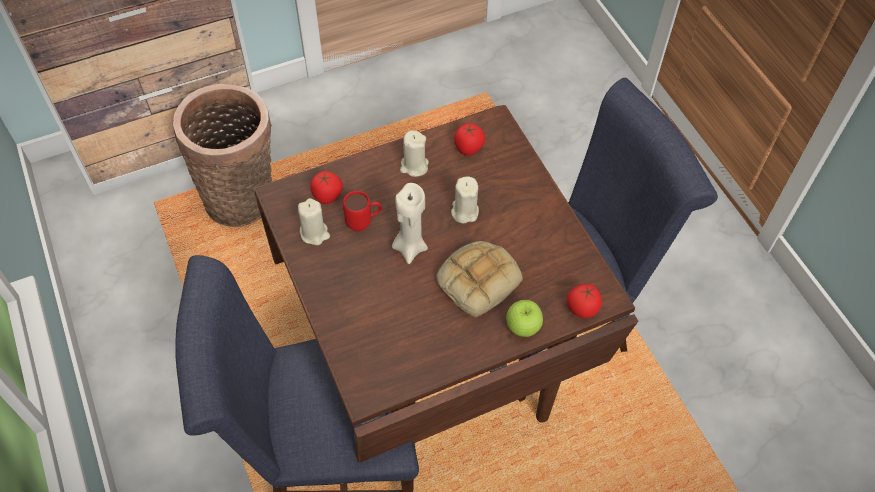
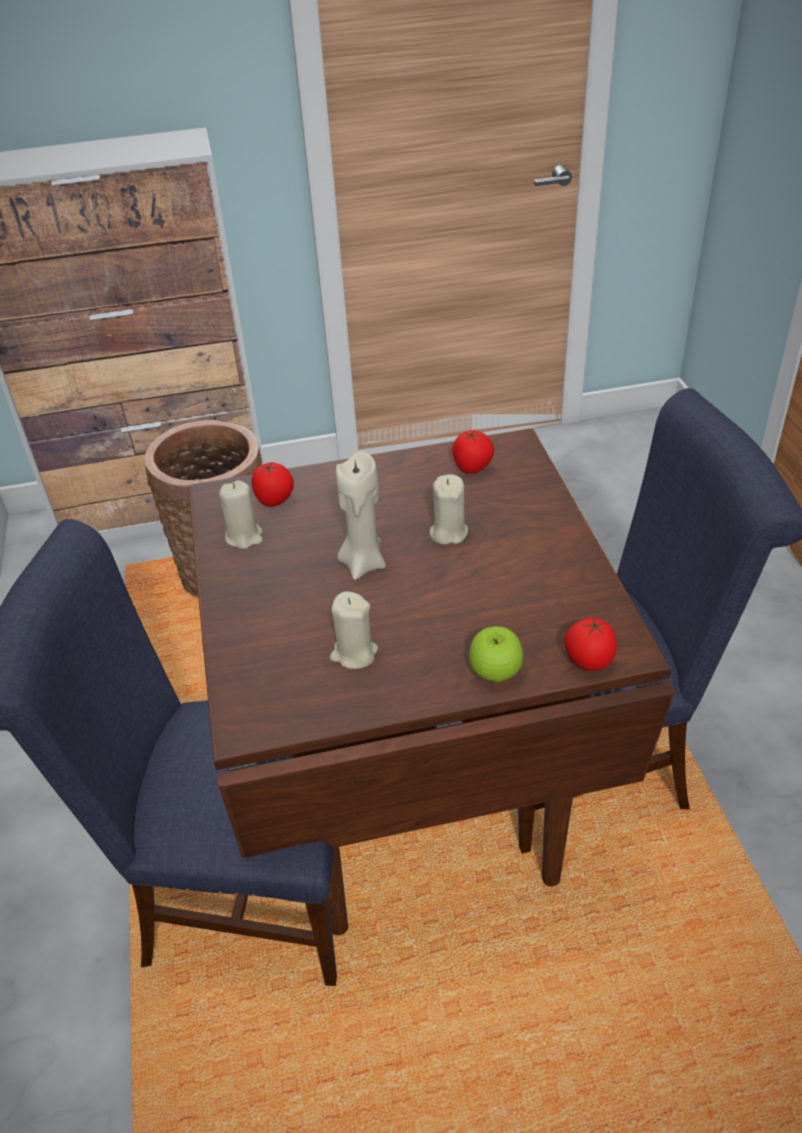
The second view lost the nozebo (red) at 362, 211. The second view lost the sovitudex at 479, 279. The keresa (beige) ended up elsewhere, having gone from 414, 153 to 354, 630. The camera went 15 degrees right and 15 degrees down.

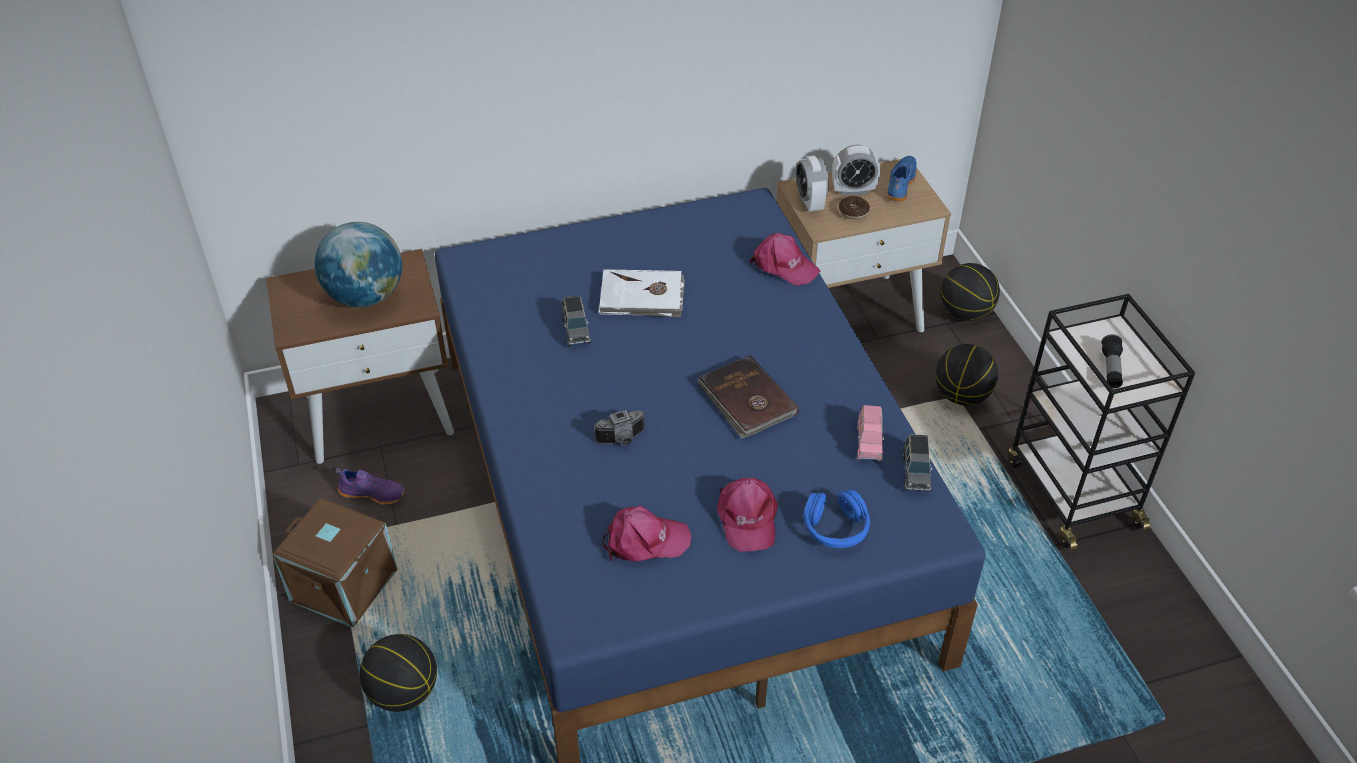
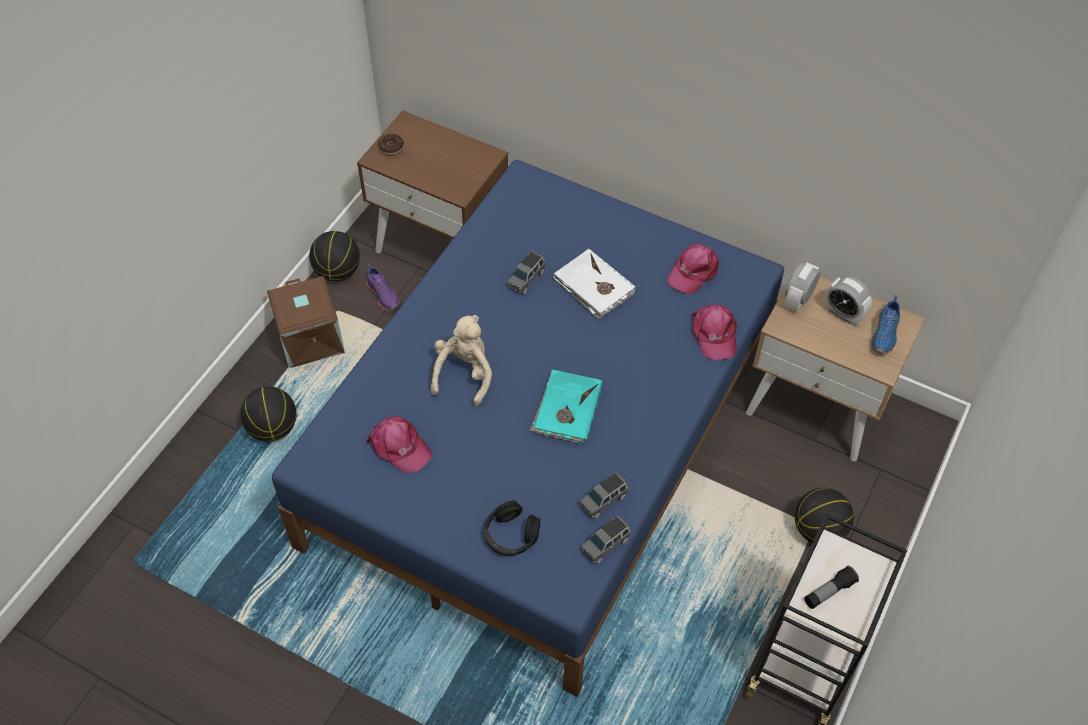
The second view lost the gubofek at 358, 264. The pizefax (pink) ended up elsewhere, having gone from 747, 515 to 693, 268. The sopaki ended up elsewhere, having gone from 854, 208 to 391, 144. The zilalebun ended up elsewhere, having gone from 970, 292 to 334, 256. Where the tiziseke stood at 619, 428, the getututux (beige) came to stand at 461, 361. What was the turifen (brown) at 748, 397 turned into the turifen (turquoise) at 566, 407. What was the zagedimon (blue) at 836, 519 turned into the zagedimon (black) at 512, 528. What was the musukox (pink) at 871, 433 turned into the musukox (grey) at 603, 495. The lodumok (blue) at 902, 179 ended up facing another way, 135 degrees clockwise from before. The camera went 45 degrees right and 10 degrees up.

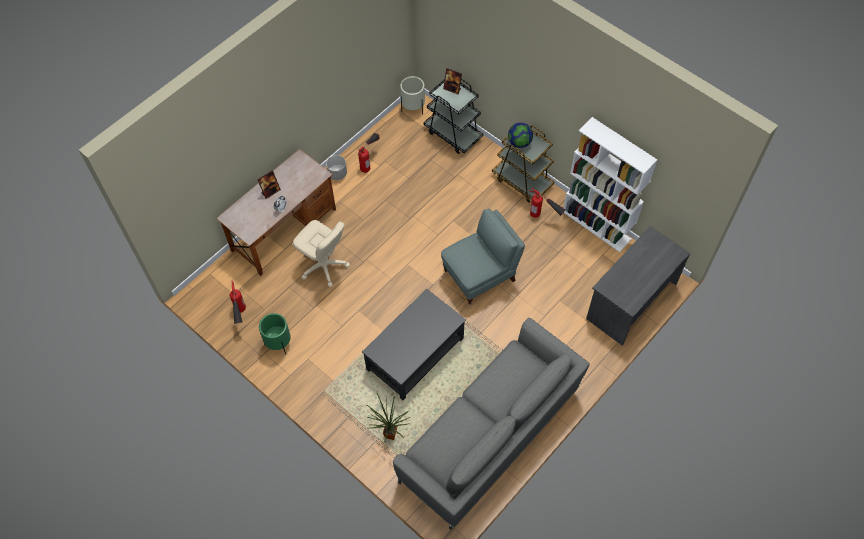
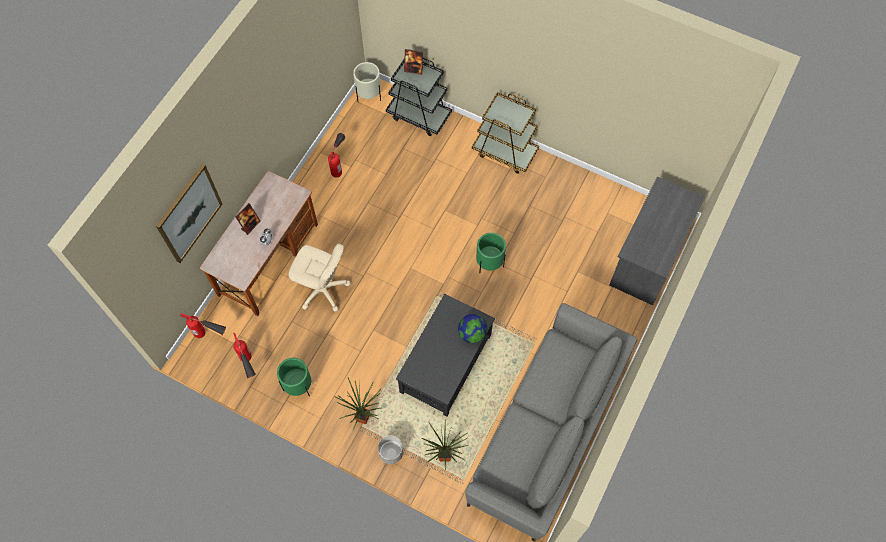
The second view lost the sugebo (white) at 610, 184. The second view gained the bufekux at 189, 213. The second view gained the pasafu at 358, 403. The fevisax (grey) ended up elsewhere, having gone from 336, 167 to 390, 449. The gubofek ended up elsewhere, having gone from 520, 135 to 472, 328. The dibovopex ended up elsewhere, having gone from 547, 203 to 203, 325. Where the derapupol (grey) stood at 483, 257, the fevisax (green) came to stand at 491, 253. The camera went 15 degrees left and 5 degrees up.

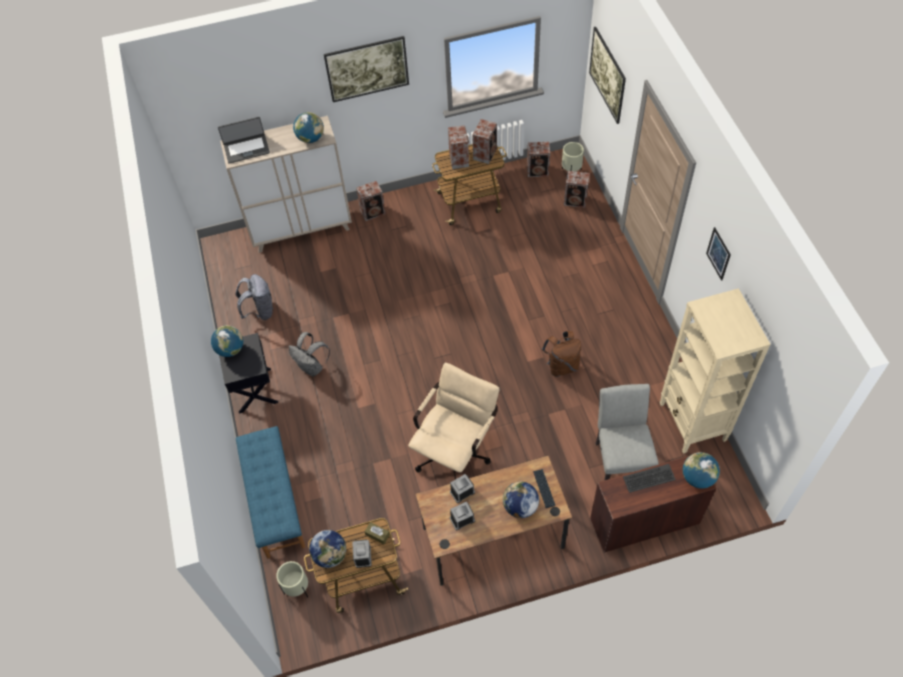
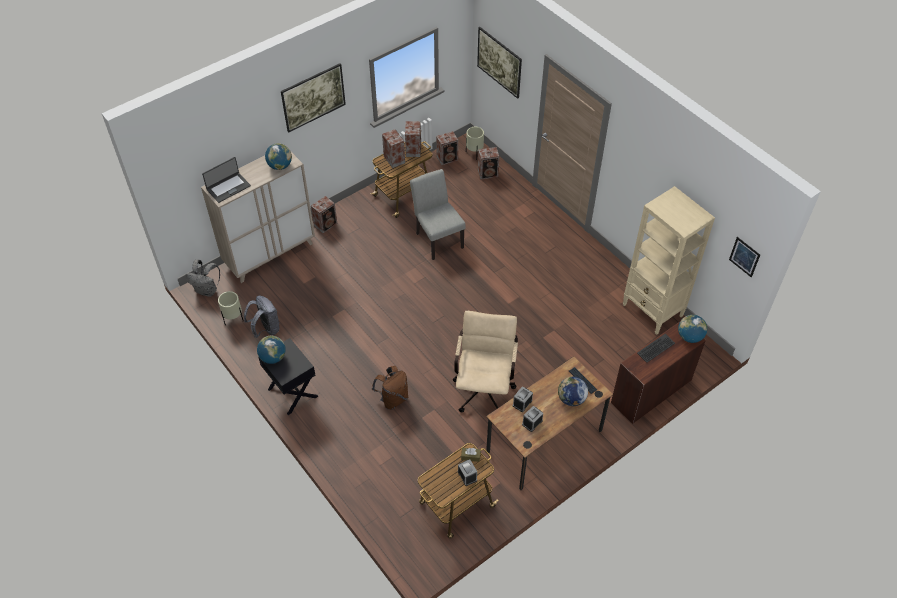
The second view lost the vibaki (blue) at 270, 492. The second view lost the gubofek at 327, 549. The fevisax (beige) ended up elsewhere, having gone from 292, 579 to 231, 308. The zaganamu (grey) ended up elsewhere, having gone from 309, 354 to 203, 278. The zaganamu (brown) ended up elsewhere, having gone from 561, 354 to 390, 388. The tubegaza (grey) ended up elsewhere, having gone from 627, 432 to 438, 214. The bufekux ended up elsewhere, having gone from 718, 253 to 744, 257. The camera went 25 degrees left and 5 degrees down.

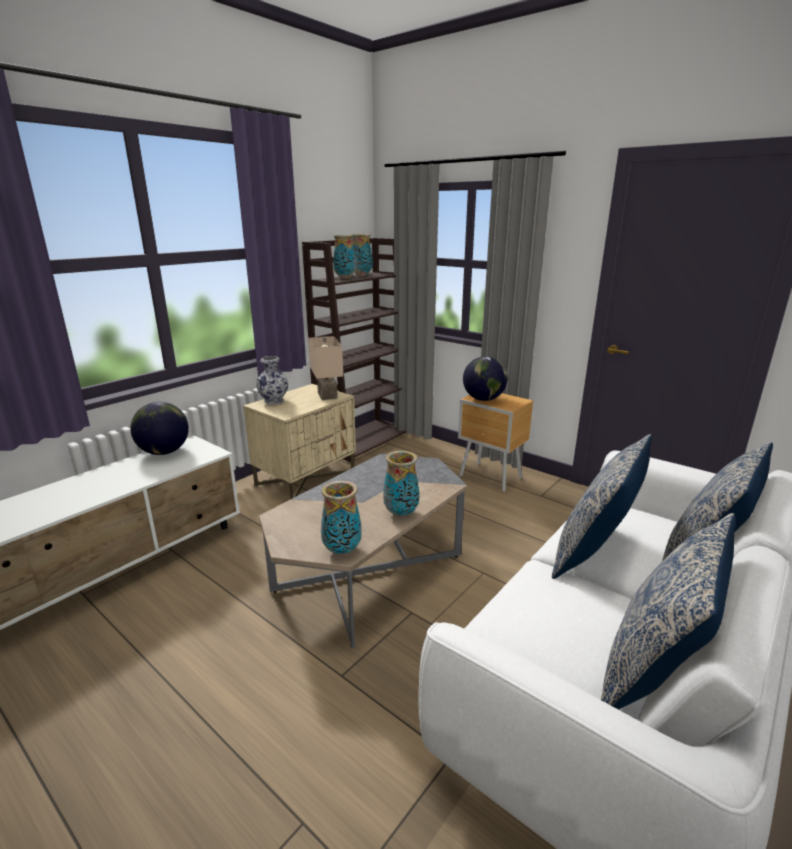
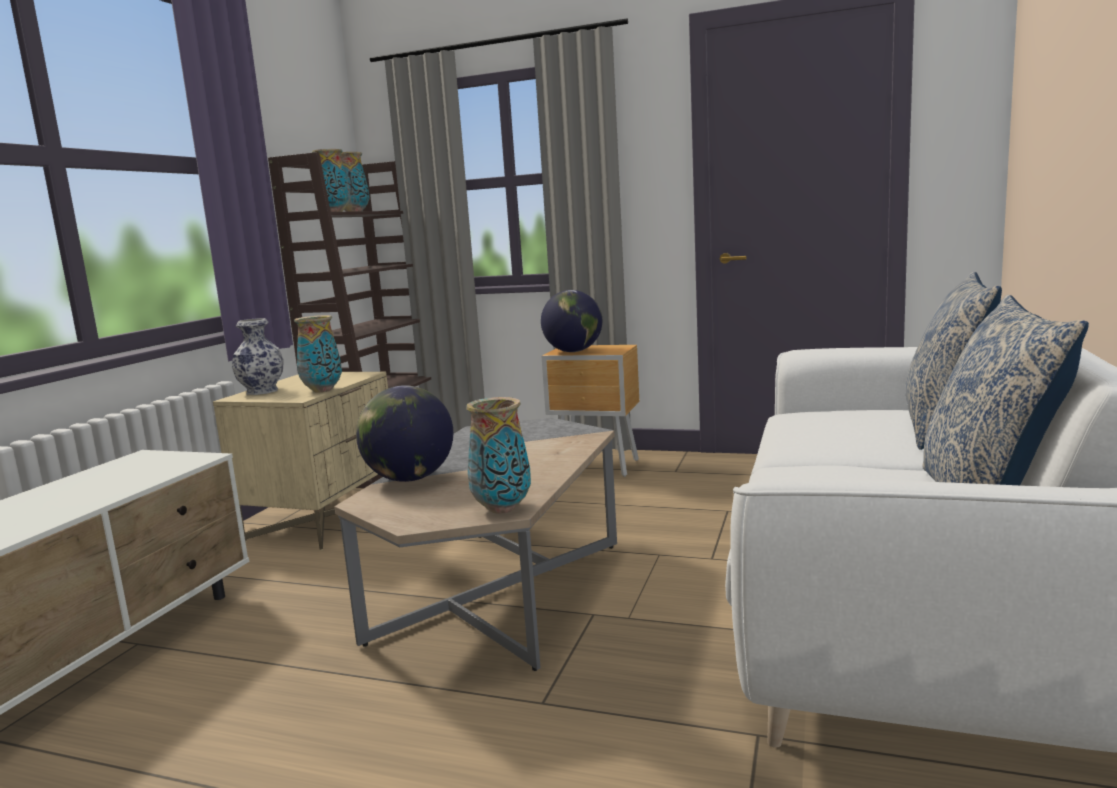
The second view lost the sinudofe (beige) at 325, 368. The second view lost the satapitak at 602, 506. The gubofek ended up elsewhere, having gone from 159, 428 to 404, 433. The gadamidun ended up elsewhere, having gone from 401, 484 to 318, 353. The camera went 20 degrees left and 10 degrees down.

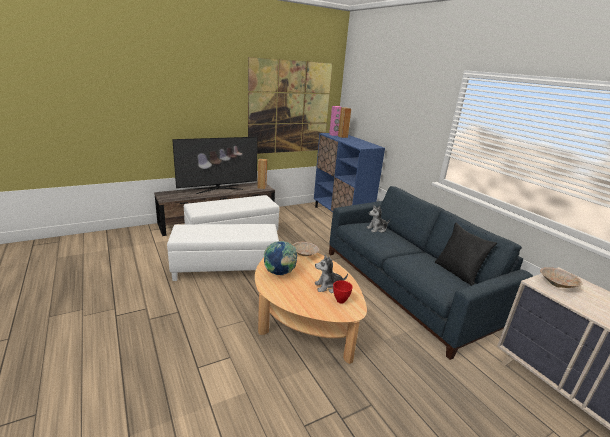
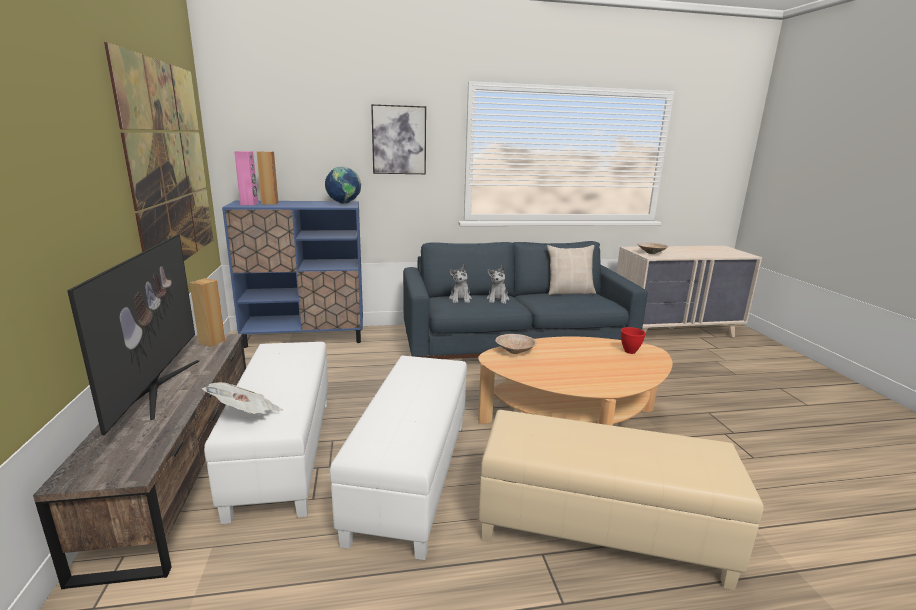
The second view gained the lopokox at 242, 398. The second view gained the bufekux at 398, 139. The second view gained the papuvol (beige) at 620, 500. The gubofek ended up elsewhere, having gone from 280, 258 to 343, 185. The getututux ended up elsewhere, having gone from 331, 273 to 498, 284. What was the satapitak (black) at 466, 254 turned into the satapitak (beige) at 571, 270. The camera went 70 degrees left and 5 degrees down.

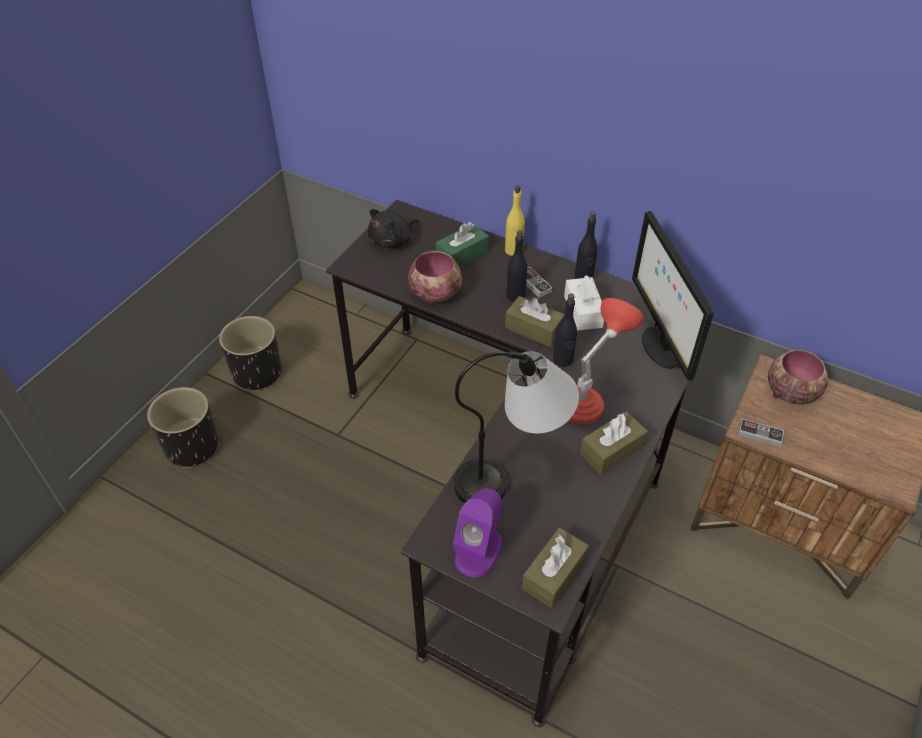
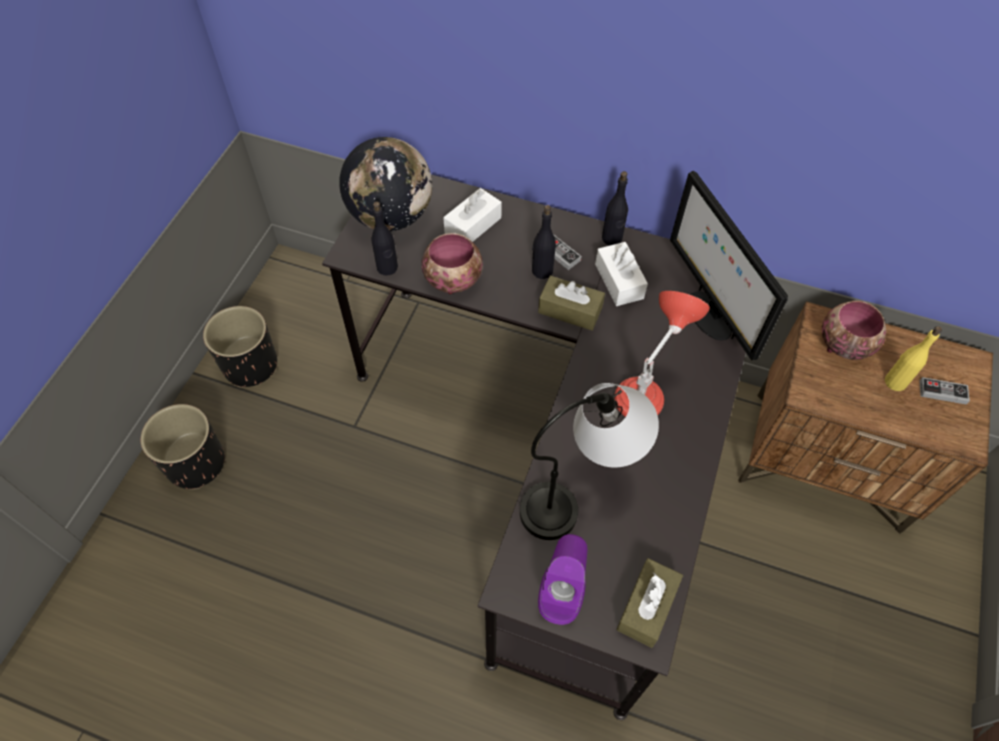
The second view lost the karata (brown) at 614, 443. The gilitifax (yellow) ended up elsewhere, having gone from 515, 220 to 913, 358. The gilitifax (black) ended up elsewhere, having gone from 565, 330 to 384, 238. The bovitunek ended up elsewhere, having gone from 761, 433 to 944, 391. Where the getututux (black) stood at 393, 228, the gubofek came to stand at 385, 184. What was the karata (green) at 462, 244 turned into the karata (white) at 472, 215. The camera went 10 degrees left and 10 degrees up.

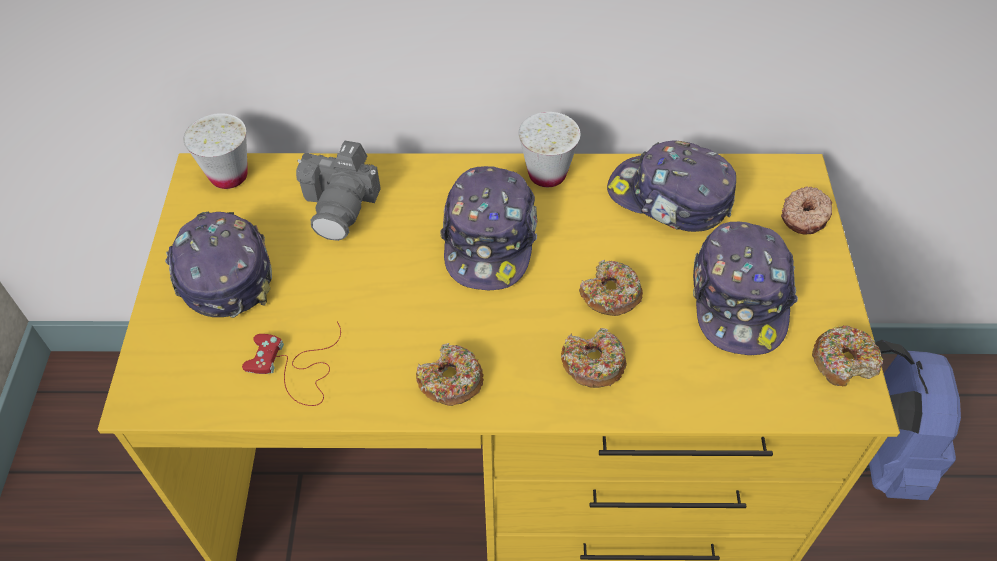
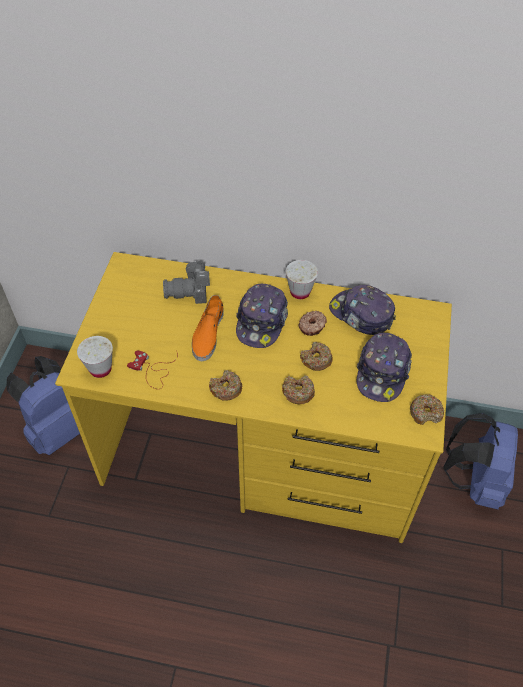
The second view lost the pizefax at 218, 265. The second view gained the zaganamu (blue) at 43, 405. The second view gained the lodumok (orange) at 208, 328. The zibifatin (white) ended up elsewhere, having gone from 215, 151 to 95, 357. The sopaki ended up elsewhere, having gone from 806, 210 to 312, 323. The tiziseke at 338, 191 ended up facing another way, 60 degrees clockwise from before. The camera went 10 degrees right and 0 degrees up.

